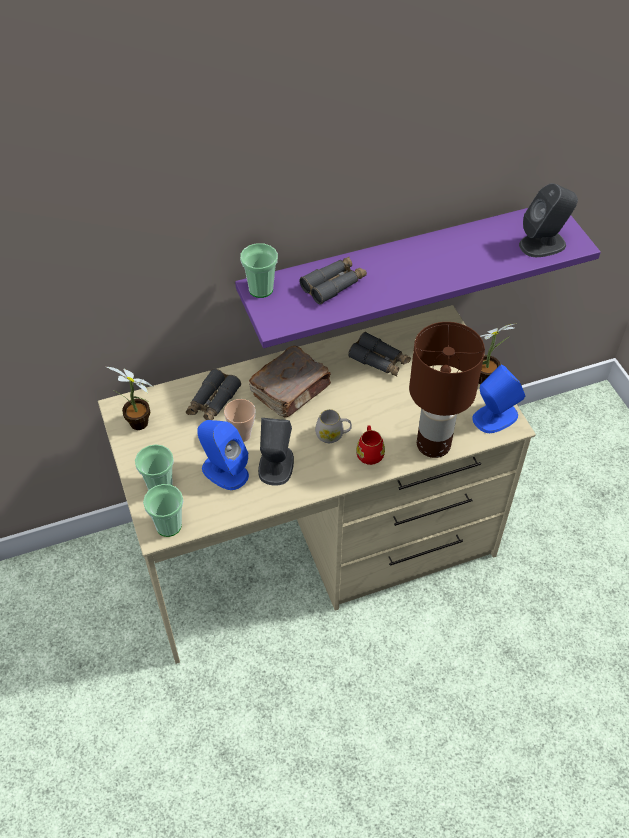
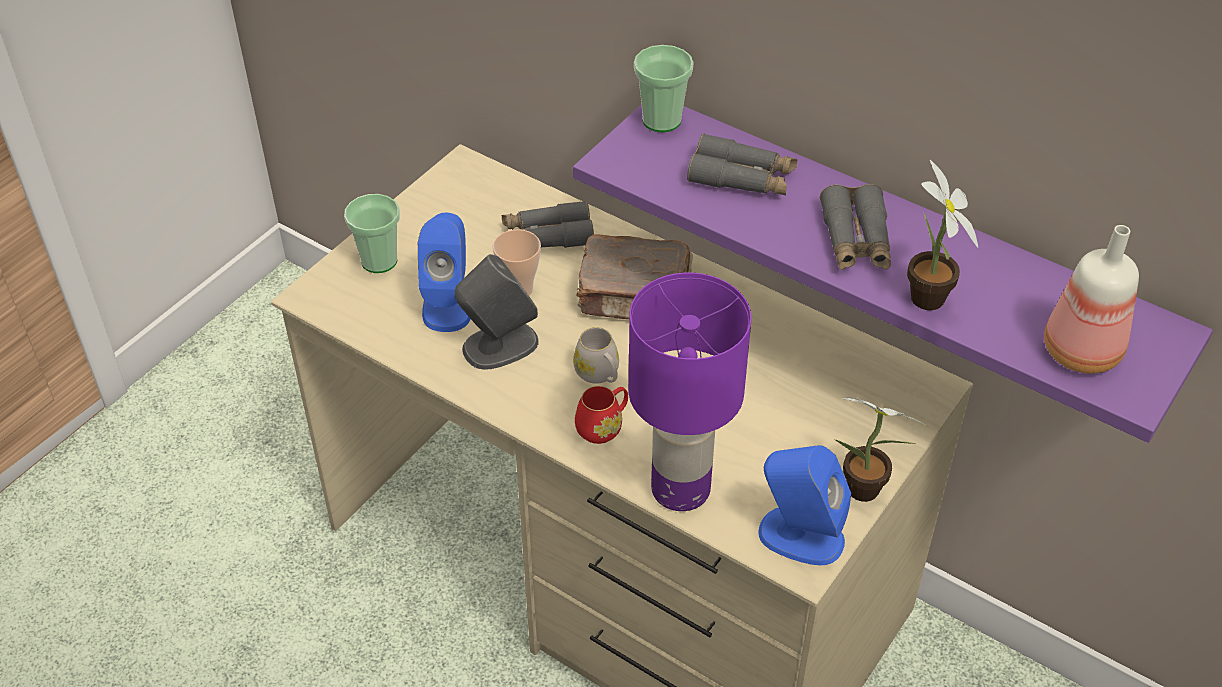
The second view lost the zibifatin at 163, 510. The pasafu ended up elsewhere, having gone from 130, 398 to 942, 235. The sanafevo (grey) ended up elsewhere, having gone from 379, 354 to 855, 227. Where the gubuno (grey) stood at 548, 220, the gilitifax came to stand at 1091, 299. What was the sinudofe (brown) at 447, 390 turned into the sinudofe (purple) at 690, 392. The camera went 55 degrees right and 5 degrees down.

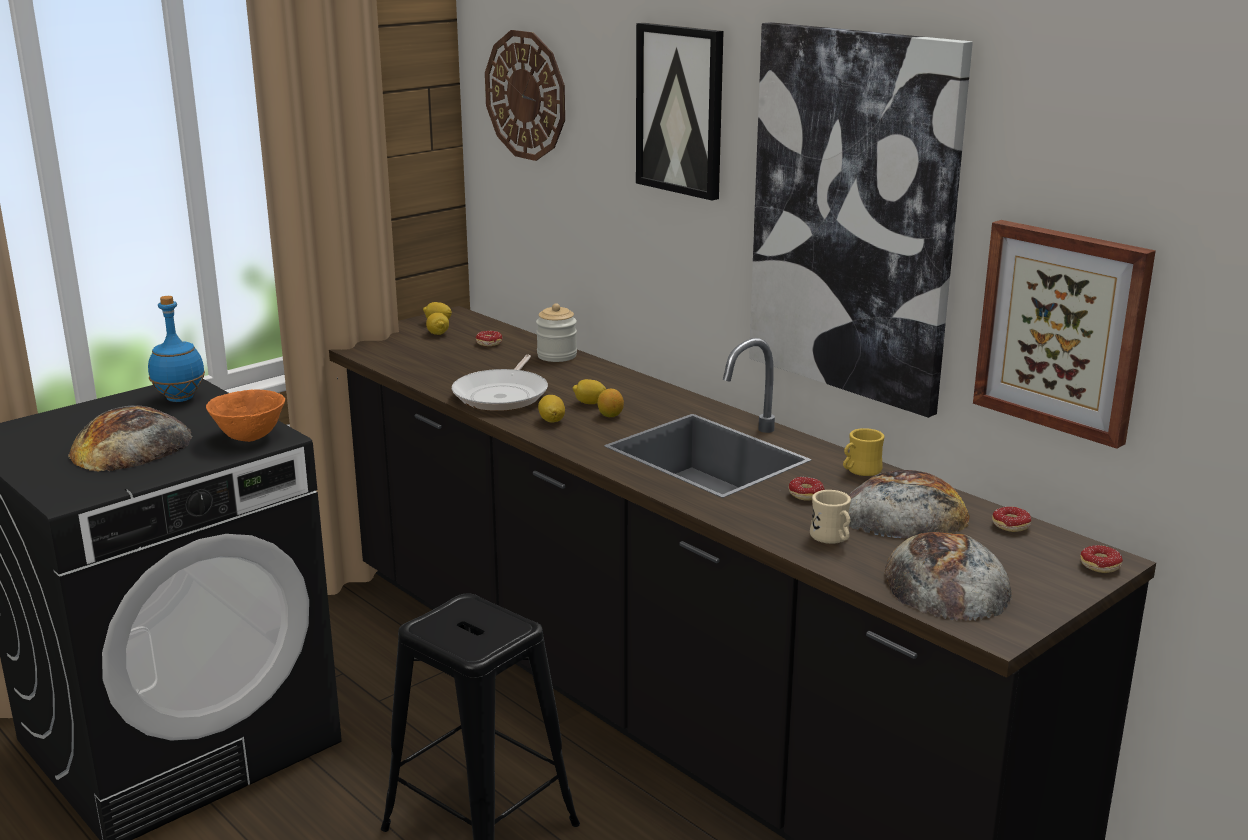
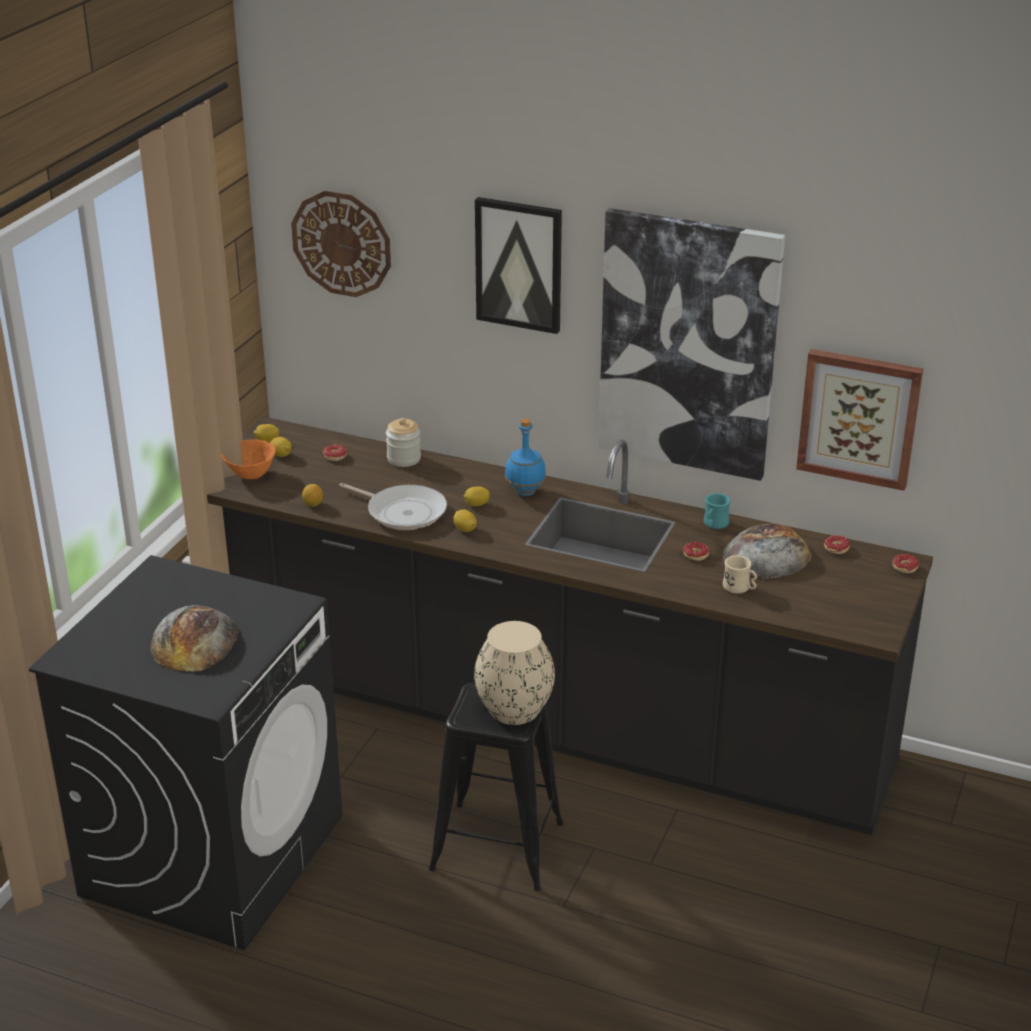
The second view lost the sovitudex at 948, 576. The second view gained the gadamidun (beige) at 514, 673. The gilitifax (blue) ended up elsewhere, having gone from 176, 349 to 525, 457. The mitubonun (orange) ended up elsewhere, having gone from 245, 415 to 249, 459. The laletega ended up elsewhere, having gone from 610, 403 to 312, 495. What was the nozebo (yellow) at 864, 452 turned into the nozebo (turquoise) at 717, 511. The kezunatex at 500, 383 ended up facing another way, 45 degrees counterclockwise from before. The camera went 25 degrees left and 10 degrees up.

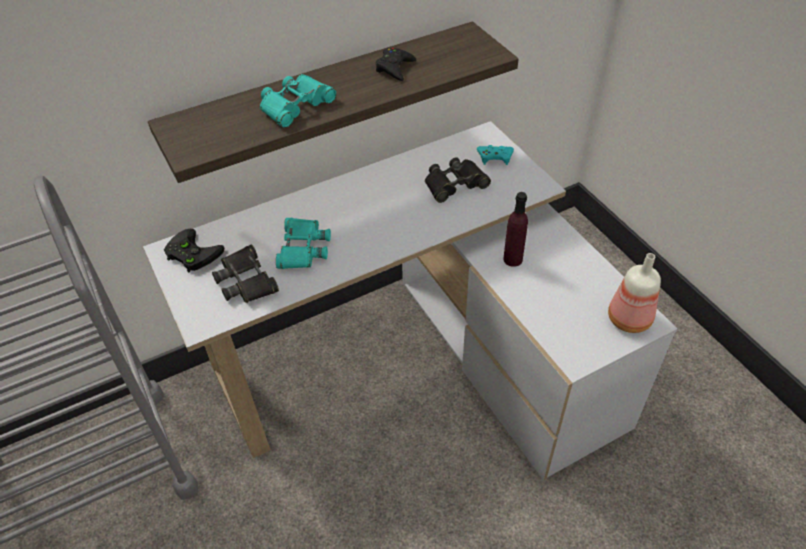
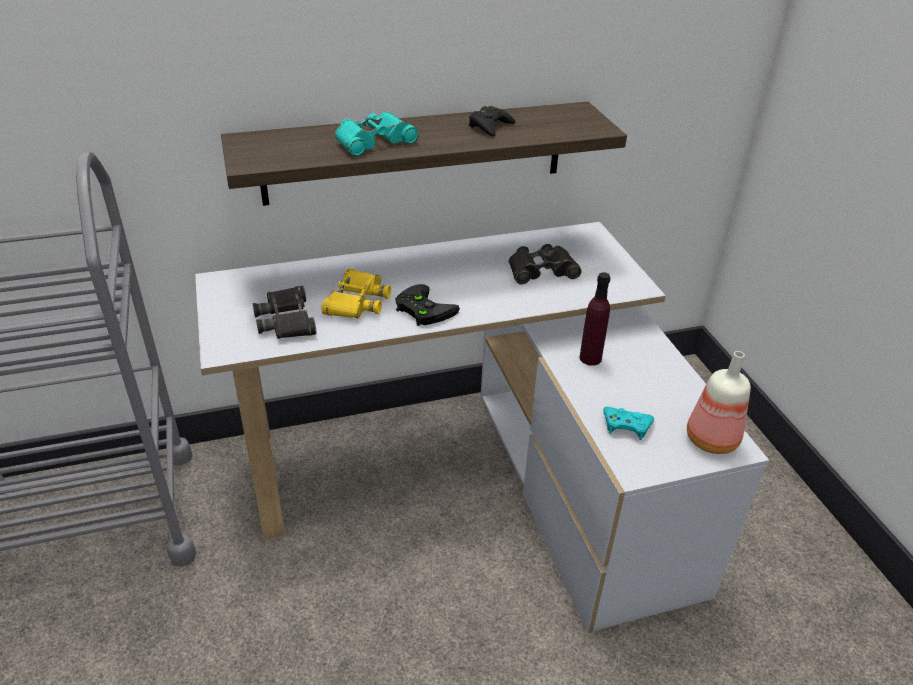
The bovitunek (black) ended up elsewhere, having gone from 194, 250 to 427, 305. The bovitunek (turquoise) ended up elsewhere, having gone from 495, 155 to 628, 423. What was the sanafevo (turquoise) at 303, 243 turned into the sanafevo (yellow) at 356, 293. The camera went 10 degrees right and 10 degrees down.

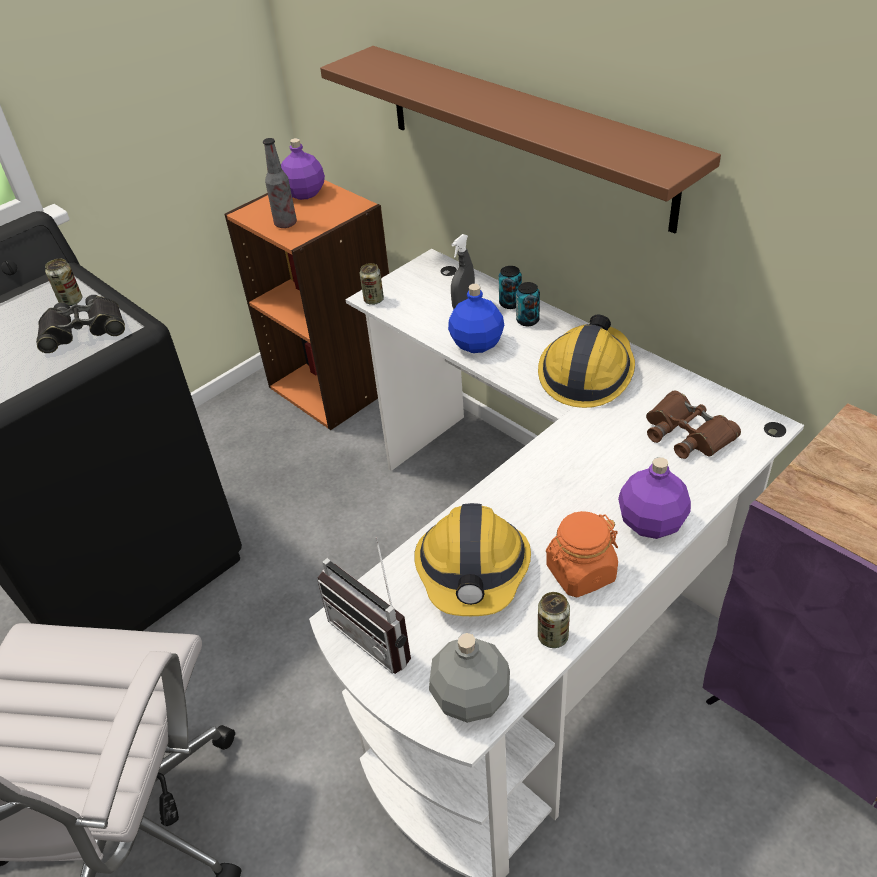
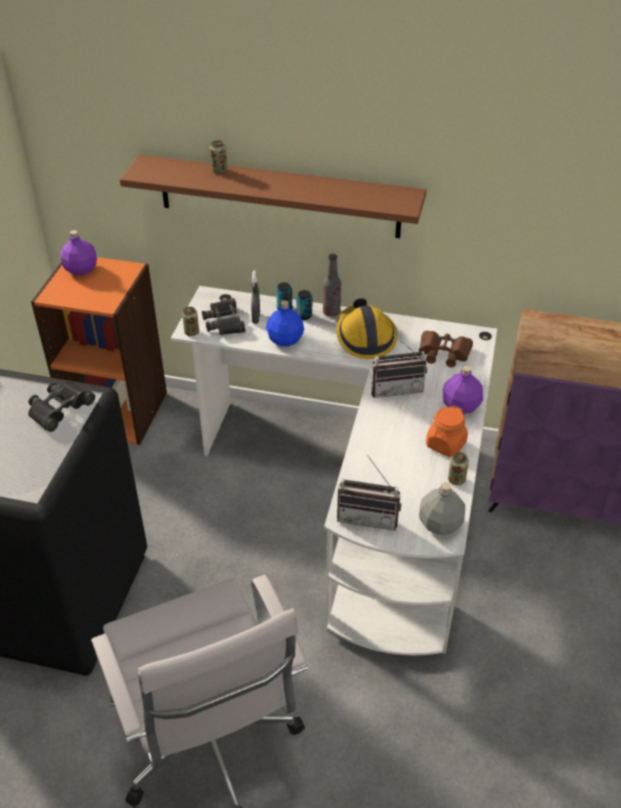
The second view lost the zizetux at 472, 559. The second view gained the sanafevo (black) at 224, 316. The second view gained the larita at 399, 365. The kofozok ended up elsewhere, having gone from 63, 282 to 218, 157. The gilitifax ended up elsewhere, having gone from 280, 183 to 332, 285. The camera went 35 degrees left and 0 degrees up.

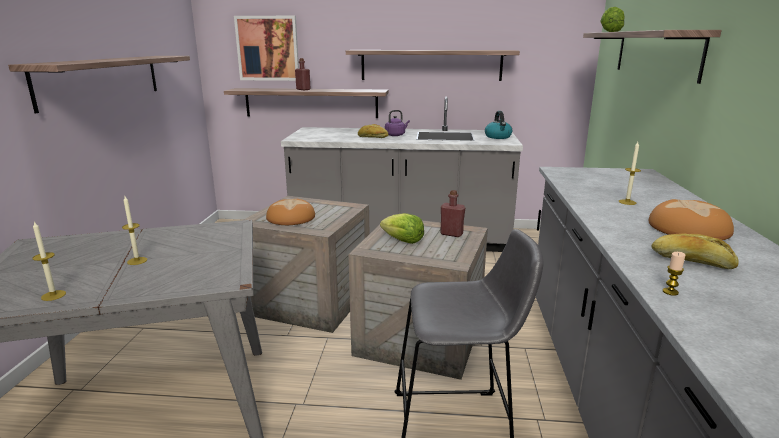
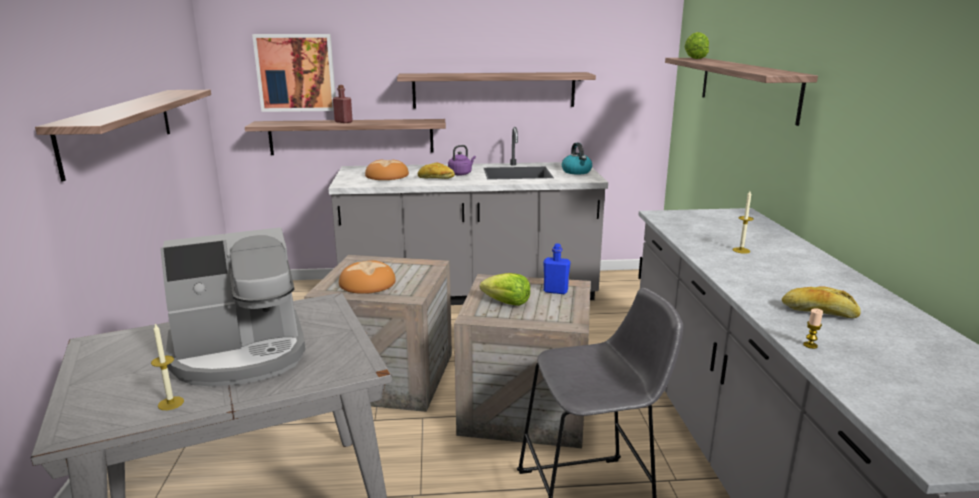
The sovitudex ended up elsewhere, having gone from 691, 219 to 387, 170. Where the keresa stood at 134, 230, the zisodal came to stand at 232, 306. What was the gilitifax (red) at 452, 213 turned into the gilitifax (blue) at 557, 268. The camera went 10 degrees left and 0 degrees up.

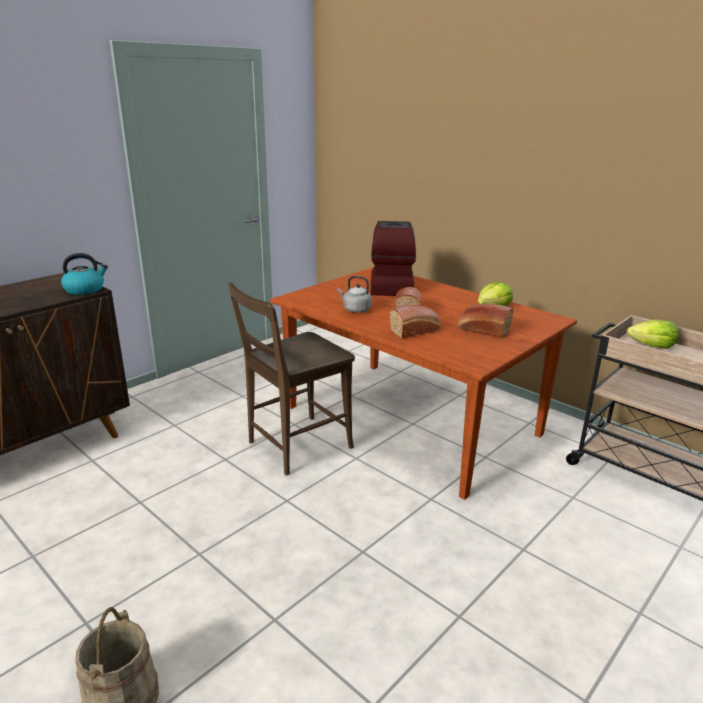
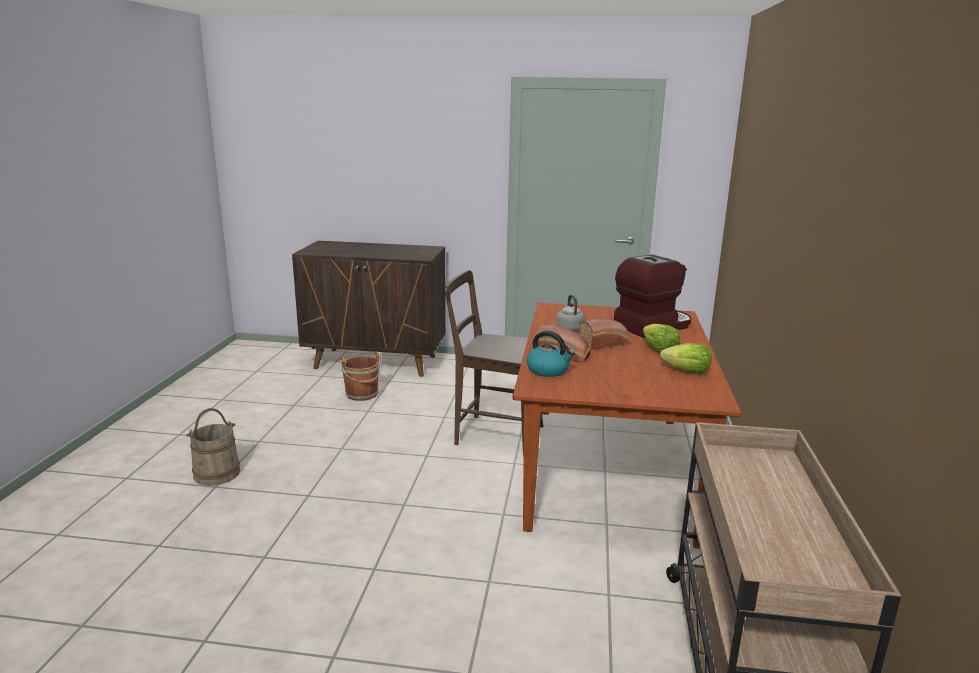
The second view lost the sovitudex at 485, 321. The second view gained the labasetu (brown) at 361, 376. The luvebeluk ended up elsewhere, having gone from 84, 274 to 550, 354. The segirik ended up elsewhere, having gone from 653, 334 to 661, 338. The camera went 55 degrees right and 5 degrees down.

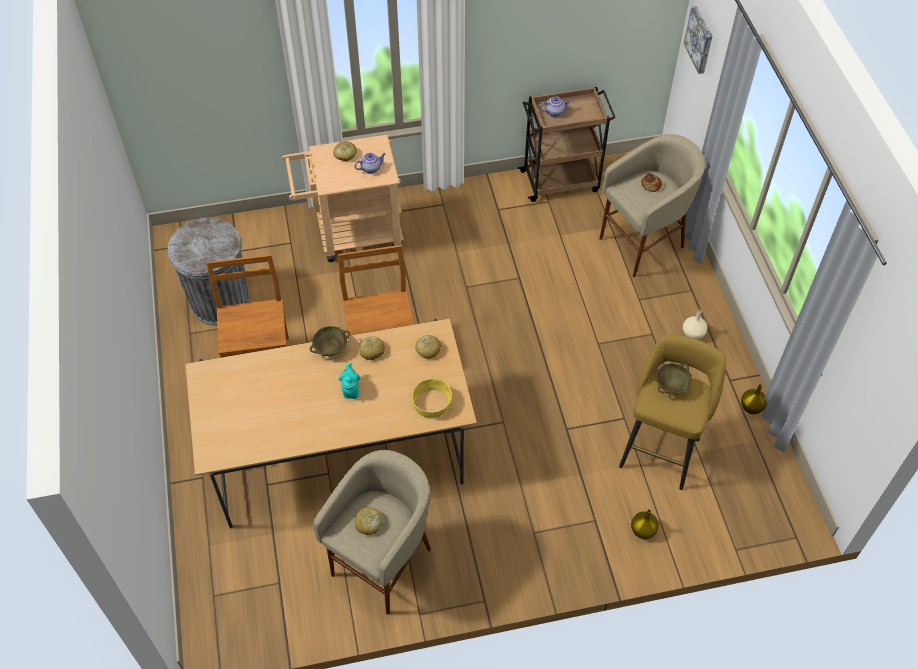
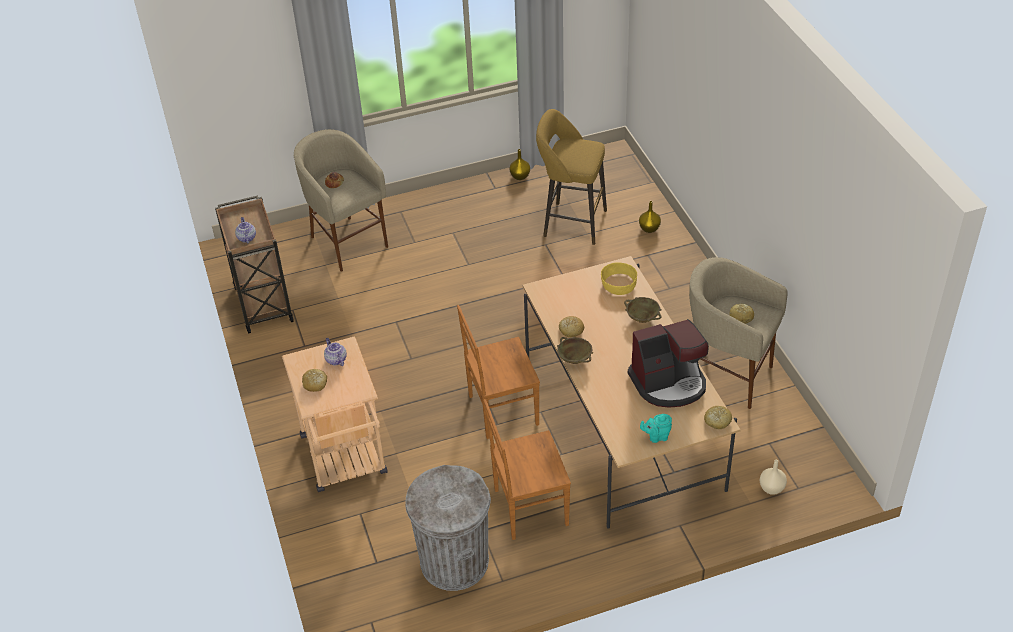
The second view lost the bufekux at 698, 40. The second view gained the zisodal at 668, 363. The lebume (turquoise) ended up elsewhere, having gone from 349, 381 to 656, 428. The sovitudex ended up elsewhere, having gone from 428, 347 to 718, 417. The mitubonun (beige) ended up elsewhere, having gone from 673, 379 to 643, 310. The gadamidun (beige) ended up elsewhere, having gone from 695, 325 to 773, 477. The camera went 95 degrees left and 10 degrees down.

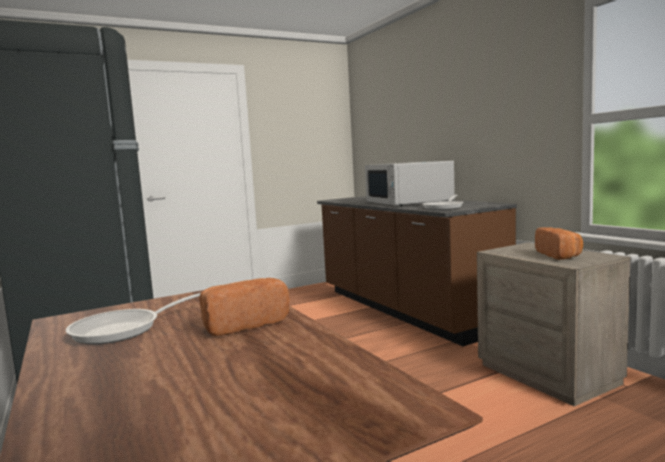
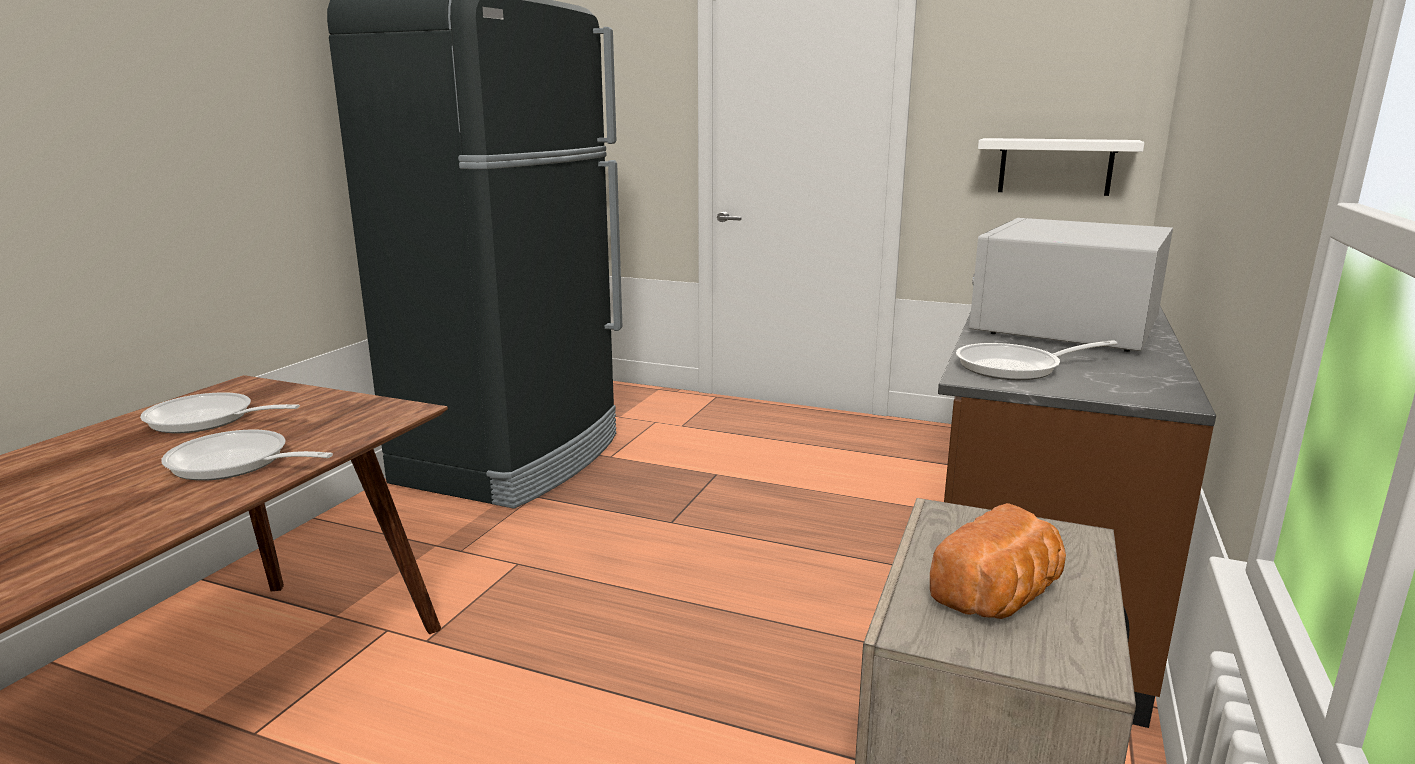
The second view gained the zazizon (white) at 1061, 167. Where the sovitudex stood at 244, 307, the kezunatex came to stand at 247, 455. The camera went 50 degrees right and 10 degrees up.

